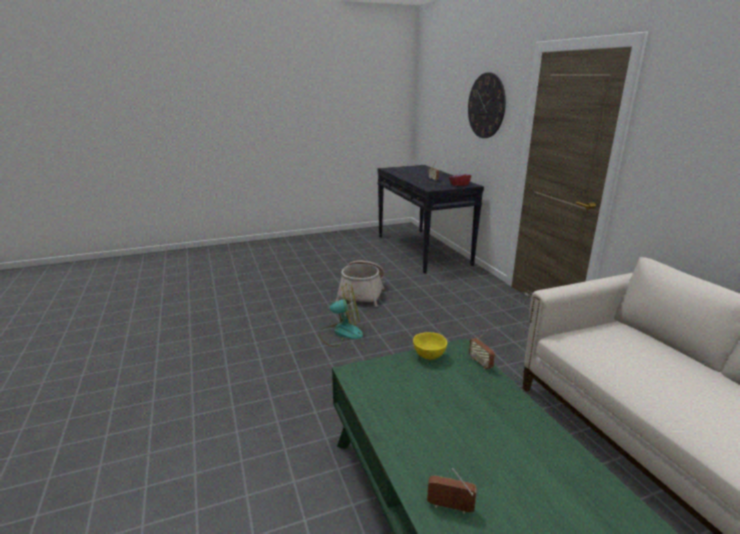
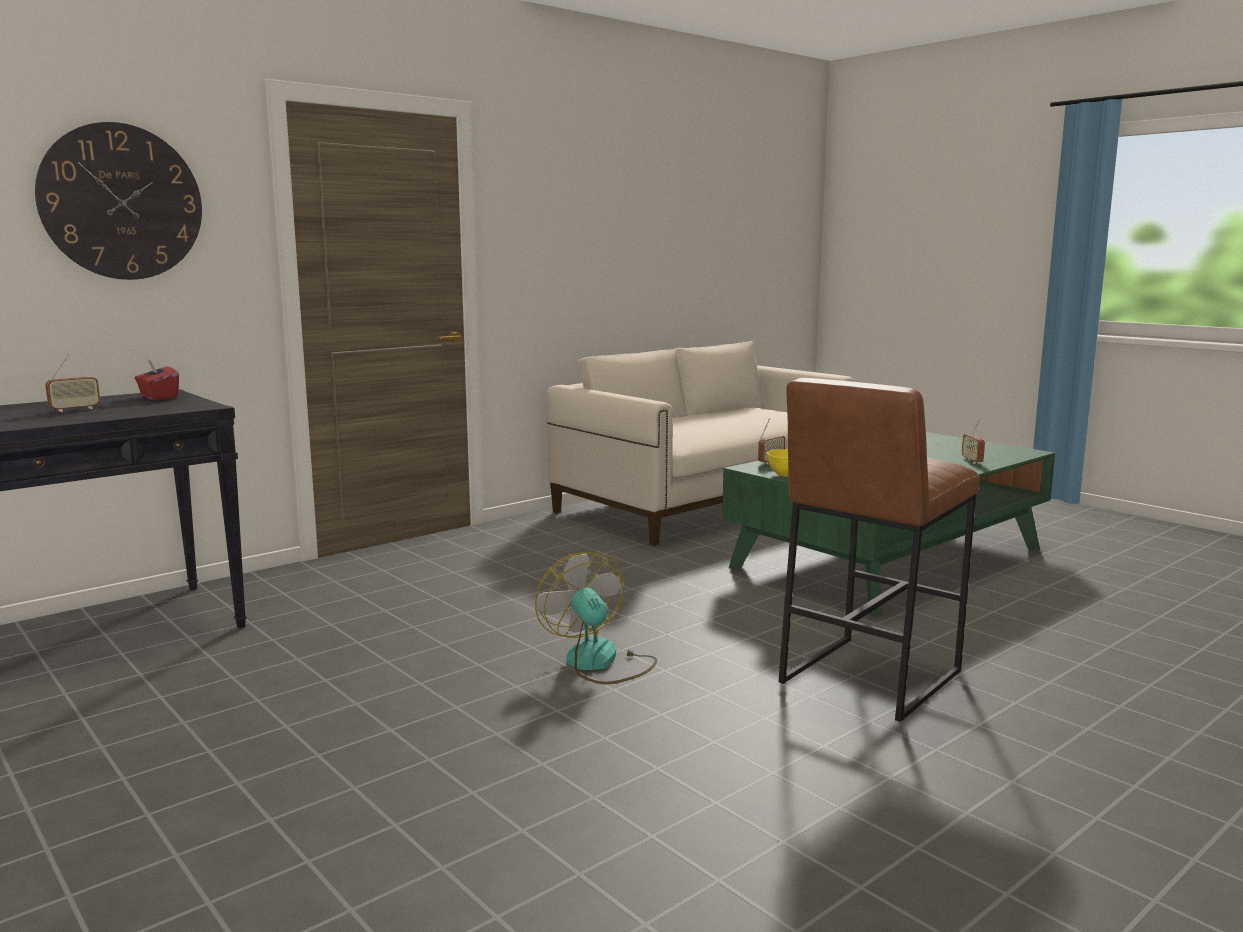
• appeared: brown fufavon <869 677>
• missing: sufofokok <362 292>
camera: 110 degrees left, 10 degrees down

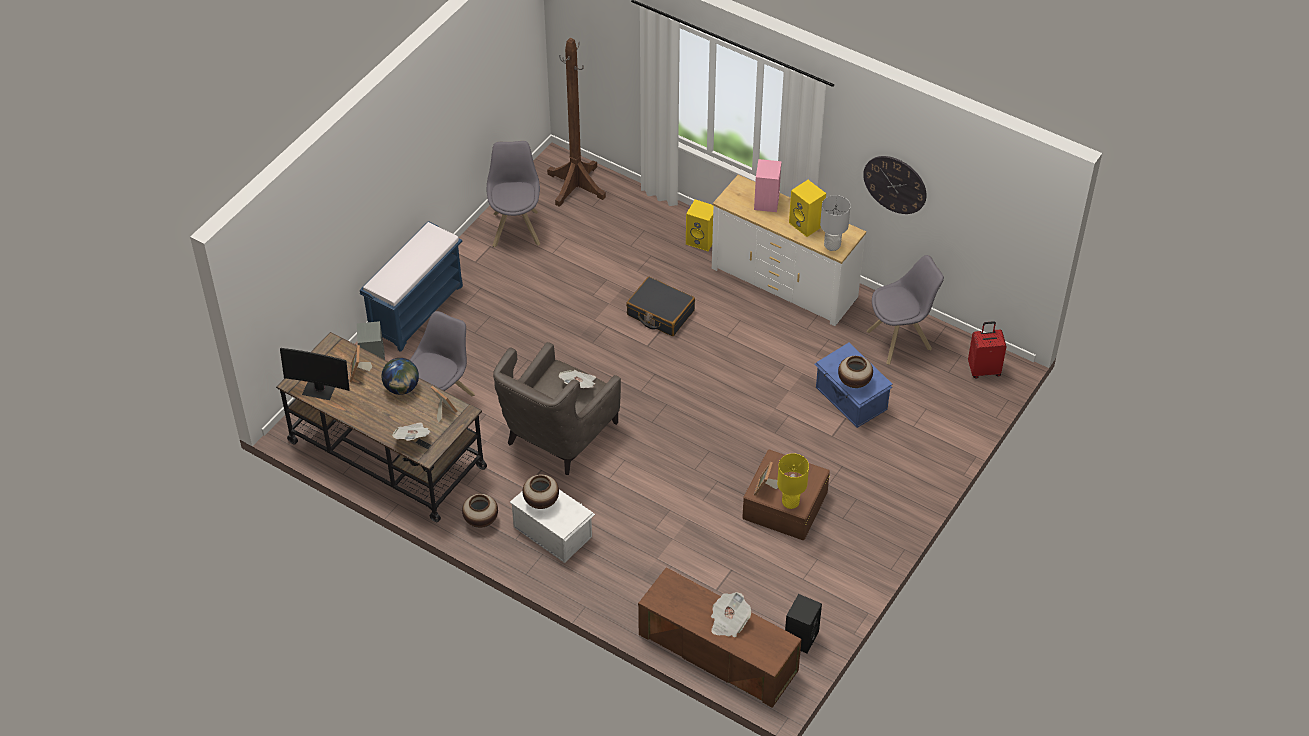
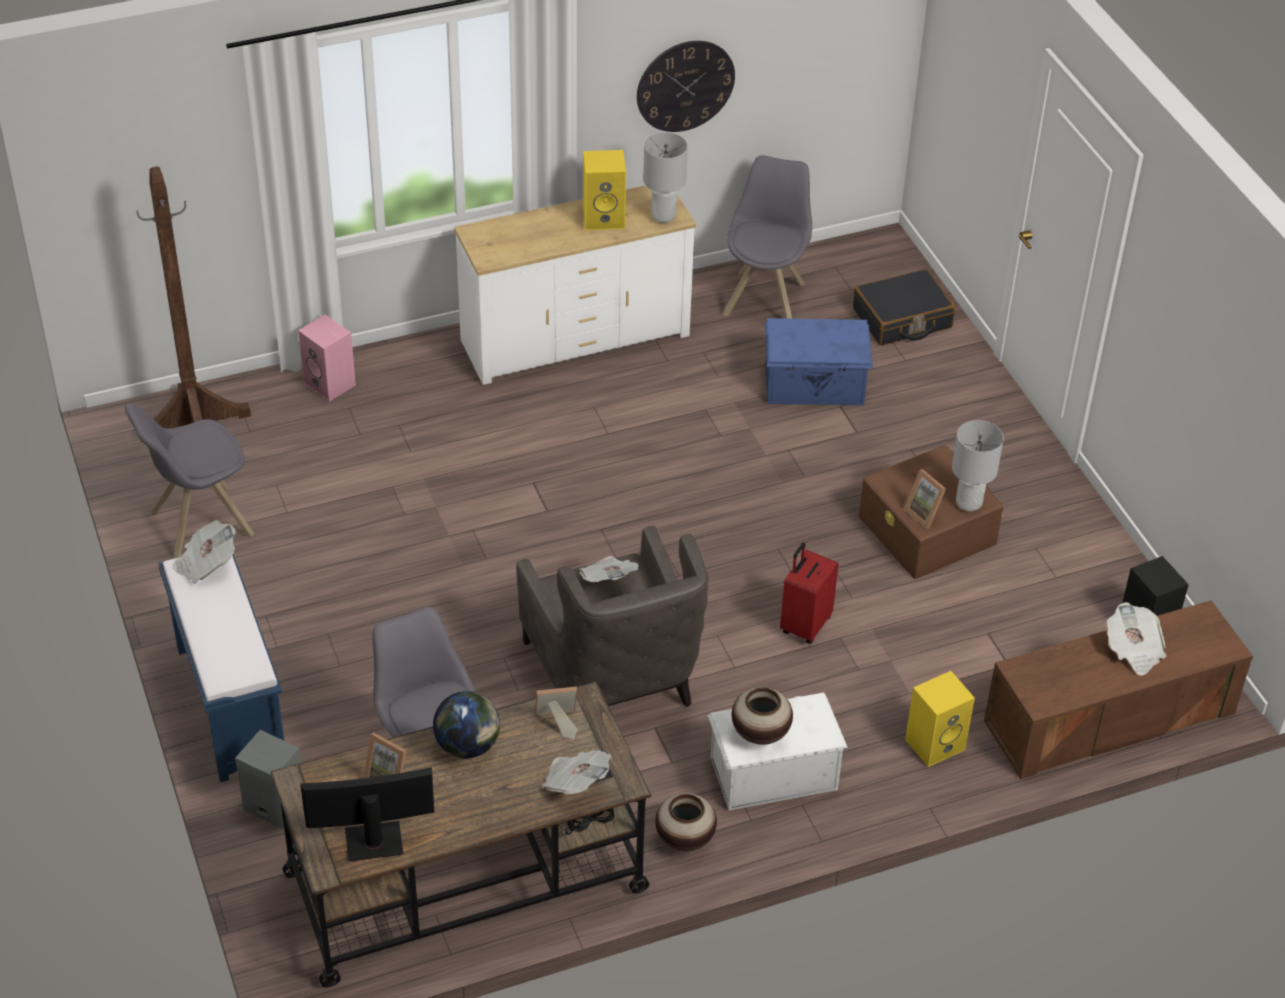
• spun: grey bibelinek <516 228> = <201 523> 60 degrees counterclockwise
• appeared: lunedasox <206 564>
• relocated: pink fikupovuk <767 202> to <331 384>
• spun: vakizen <319 389> = <373 842> 150 degrees counterclockwise
• relocated: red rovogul <984 369> to <804 625>
• relocated: black rovogul <660 313> to <902 319>
• relocated: yellow fikupovuk <702 240> to <935 743>
• colour: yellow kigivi <790 503> to grey kigivi <968 505>
• missing: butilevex <854 382>
camera: 55 degrees left, 5 degrees down

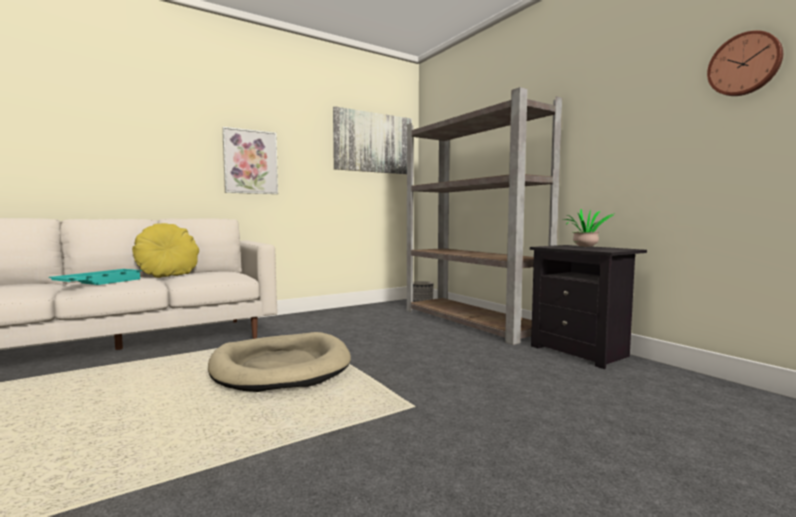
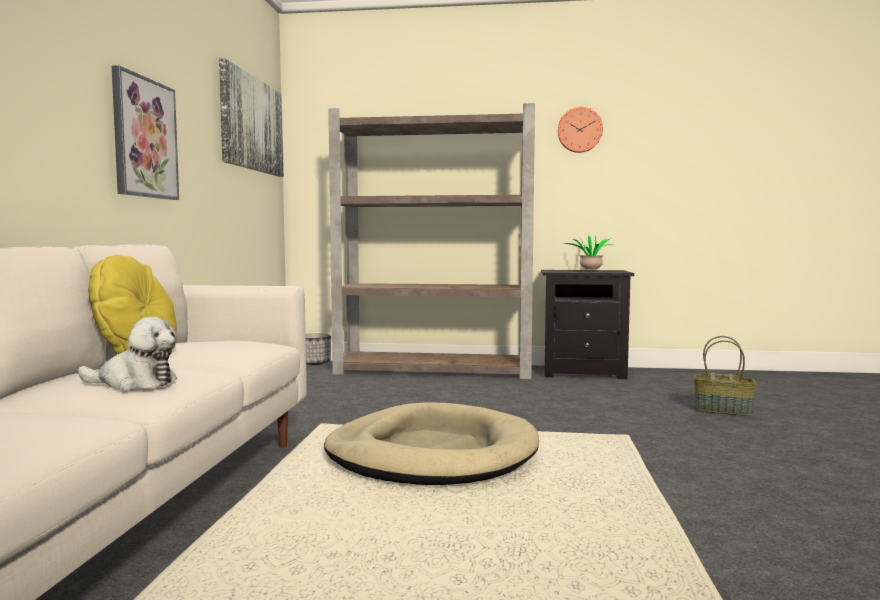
• exchanged: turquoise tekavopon <98 282> to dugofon <134 383>
• relocated: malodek <744 65> to <579 130>
• appeared: sufofokok <723 410>
camera: 50 degrees left, 0 degrees up

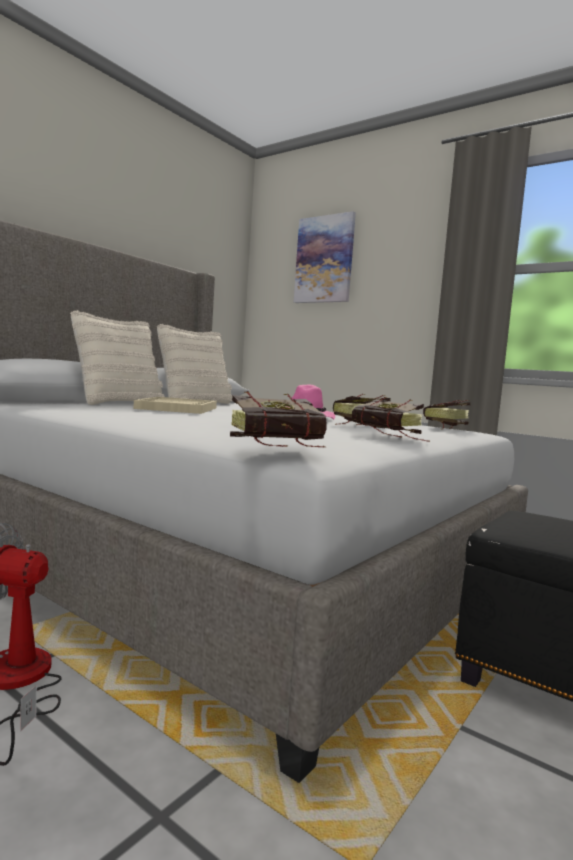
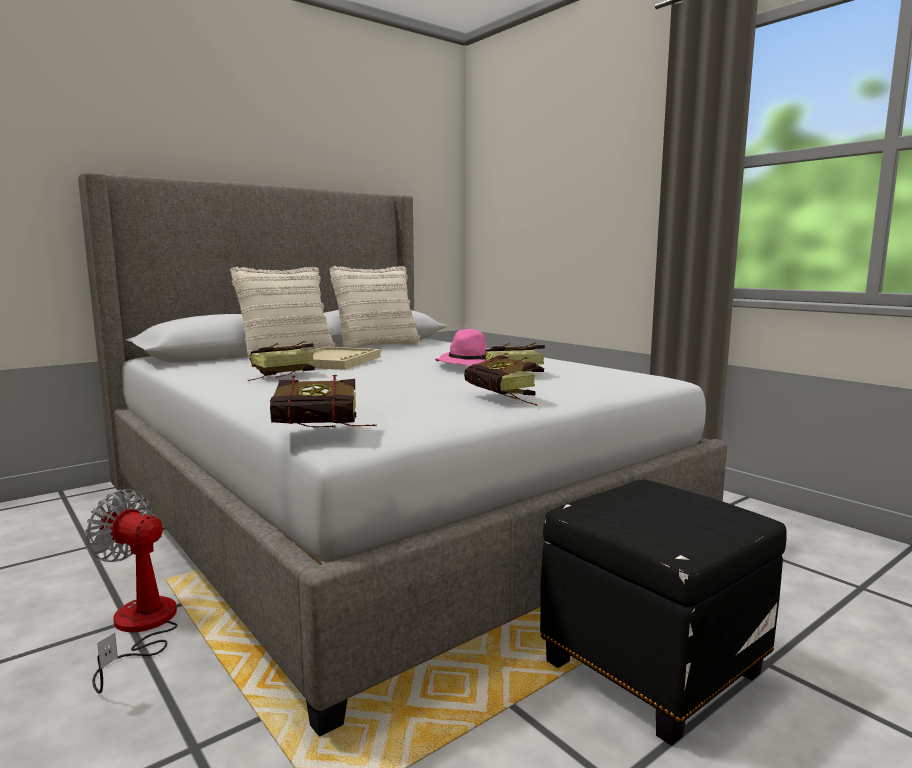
• relocated: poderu <443 428> to <277 376>
• missing: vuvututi <324 259>
camera: 15 degrees right, 5 degrees up

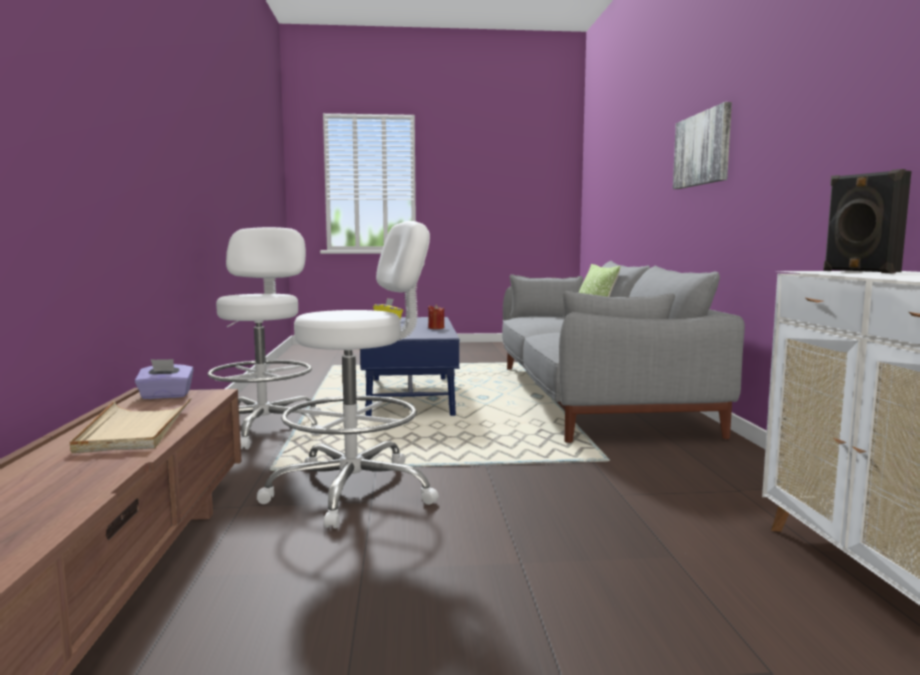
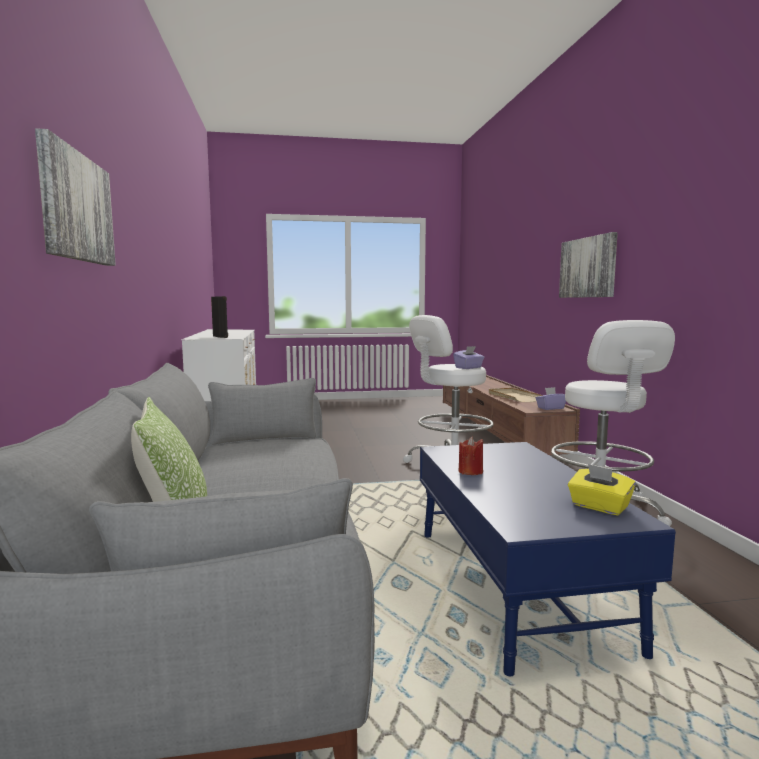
• appeared: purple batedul <468 368>
• appeared: vuvututi <588 267>
camera: 175 degrees right, 0 degrees up

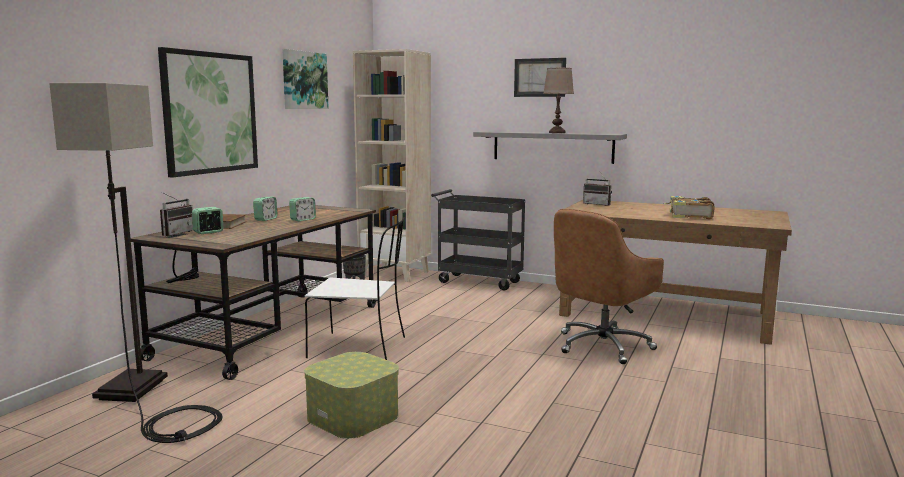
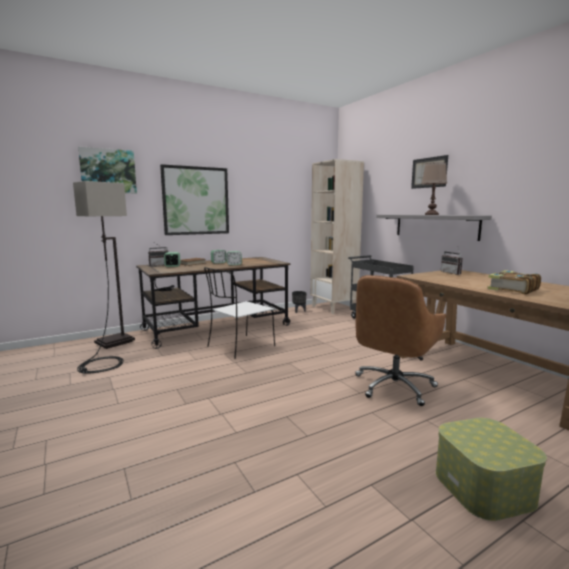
• relocated: vuvututi <304 80> to <108 171>
• spun: white bibelinek <360 348> = <240 347> 90 degrees clockwise
• spun: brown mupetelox <602 346> = <393 386> 45 degrees counterclockwise
• relocated: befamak <353 416> to <484 486>
camera: 35 degrees right, 0 degrees up

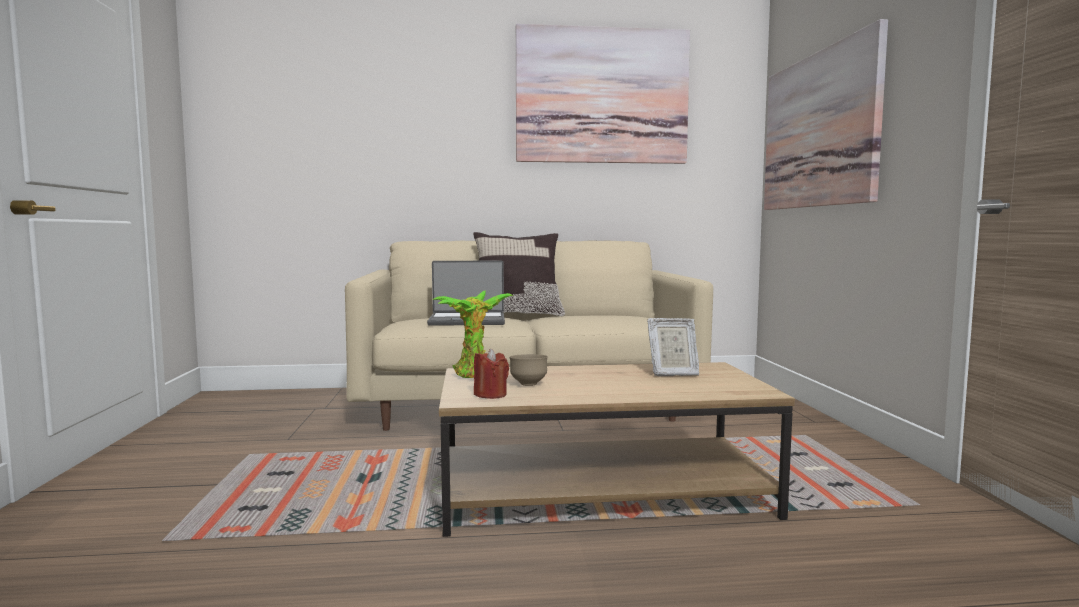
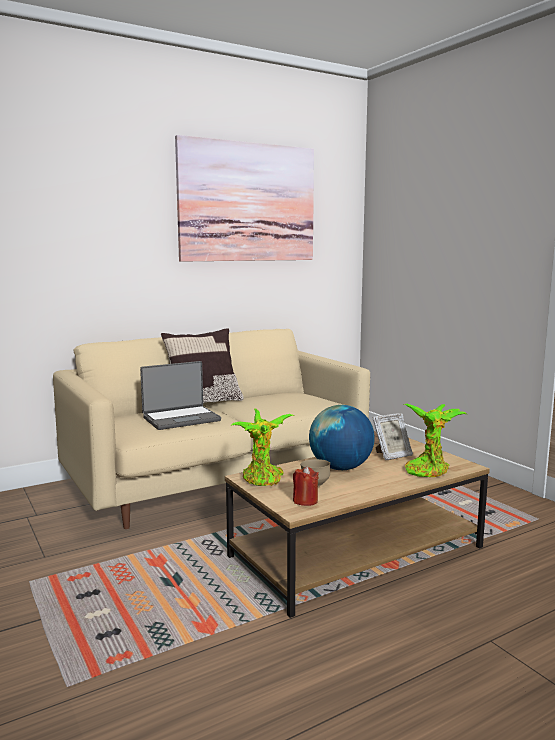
• appeared: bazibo <340 468>
• appeared: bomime <428 470>
• missing: vuvututi <819 130>
camera: 25 degrees left, 5 degrees up

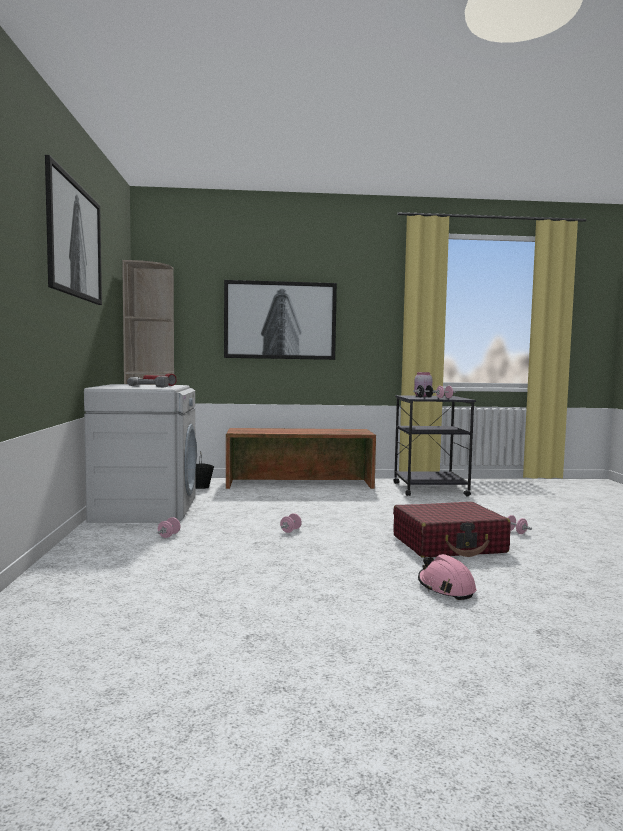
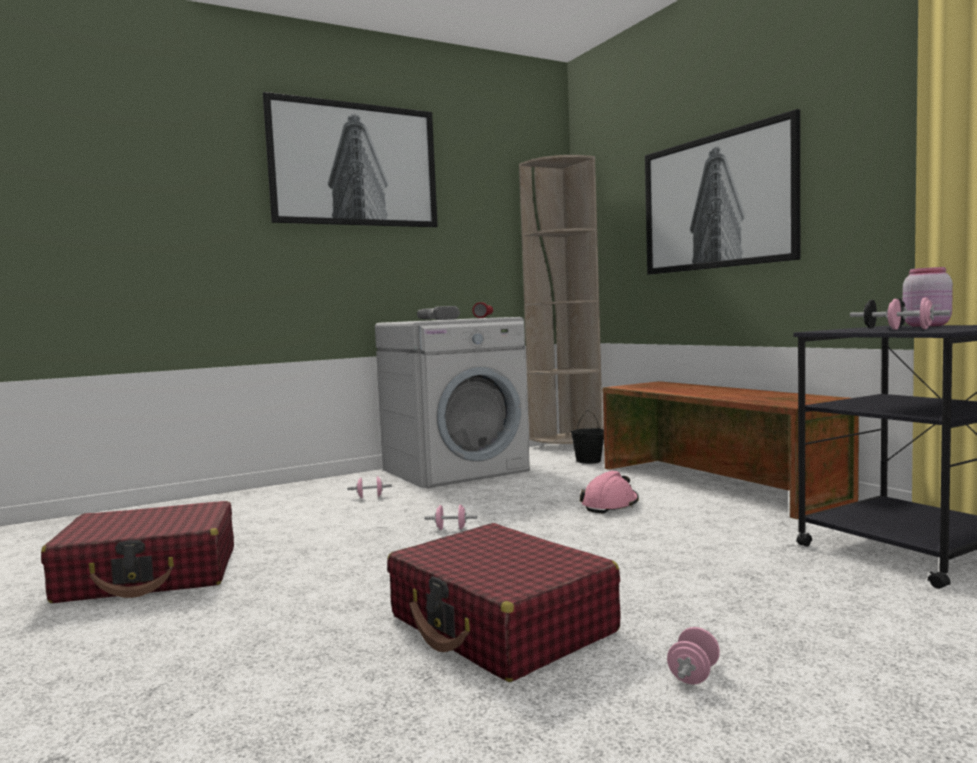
• appeared: red rovogul <150 575>
• relocated: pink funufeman <445 588> to <610 505>
camera: 65 degrees right, 0 degrees up

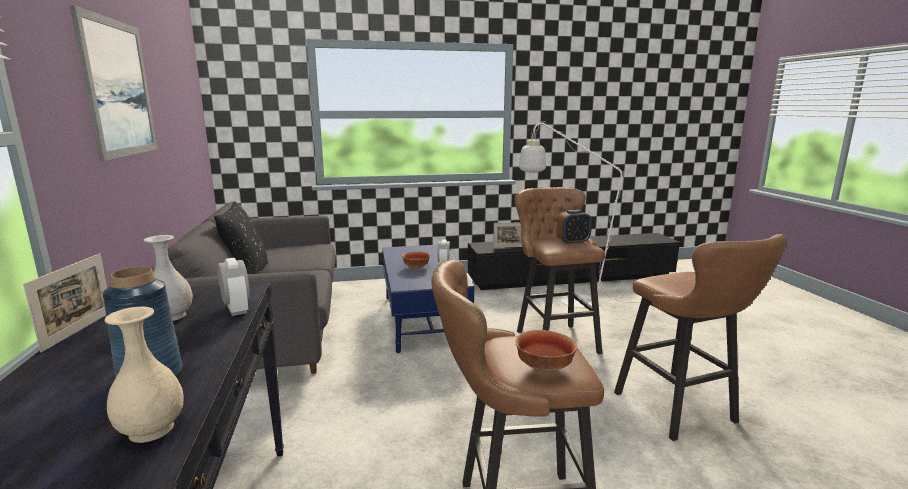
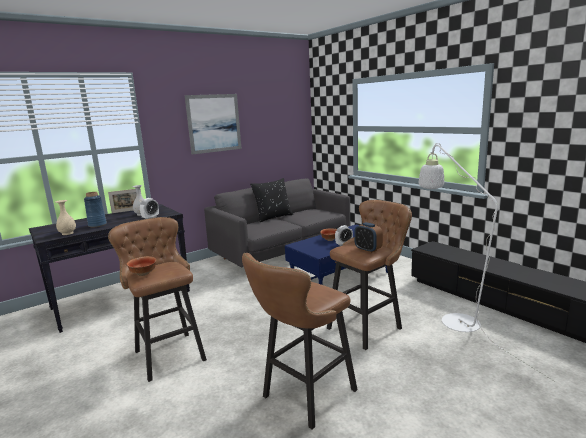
• missing: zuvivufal <510 247>
camera: 65 degrees right, 0 degrees up

